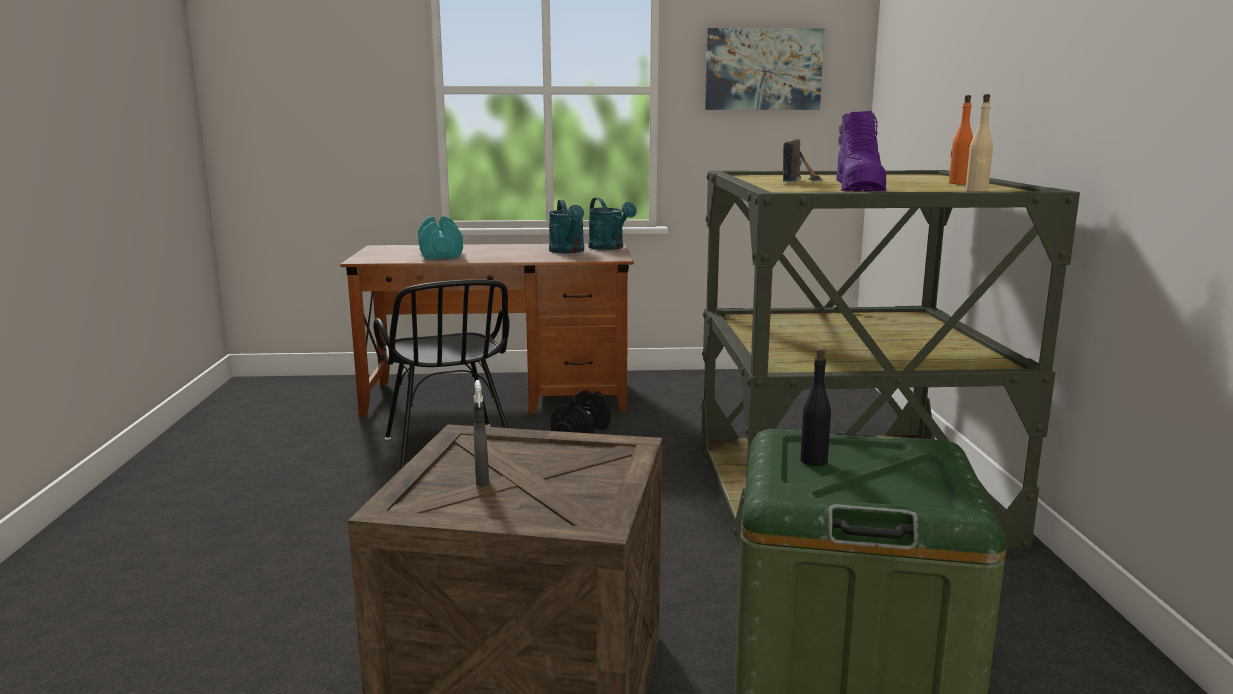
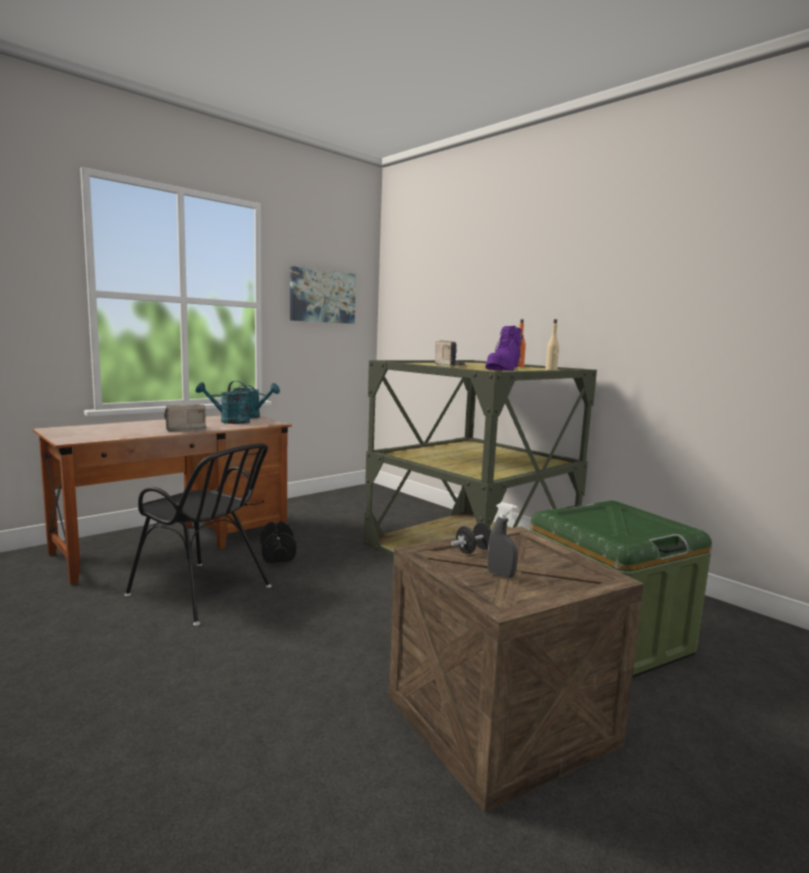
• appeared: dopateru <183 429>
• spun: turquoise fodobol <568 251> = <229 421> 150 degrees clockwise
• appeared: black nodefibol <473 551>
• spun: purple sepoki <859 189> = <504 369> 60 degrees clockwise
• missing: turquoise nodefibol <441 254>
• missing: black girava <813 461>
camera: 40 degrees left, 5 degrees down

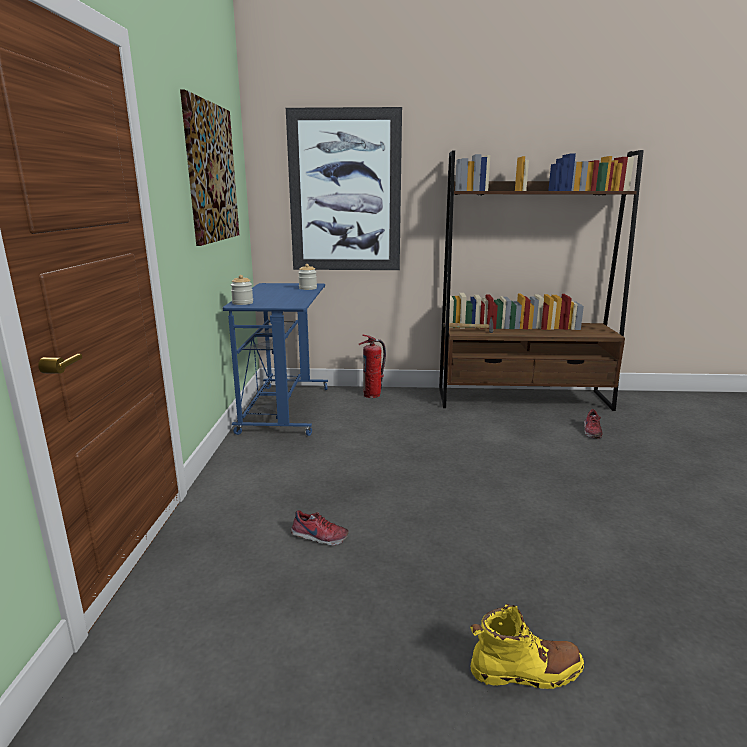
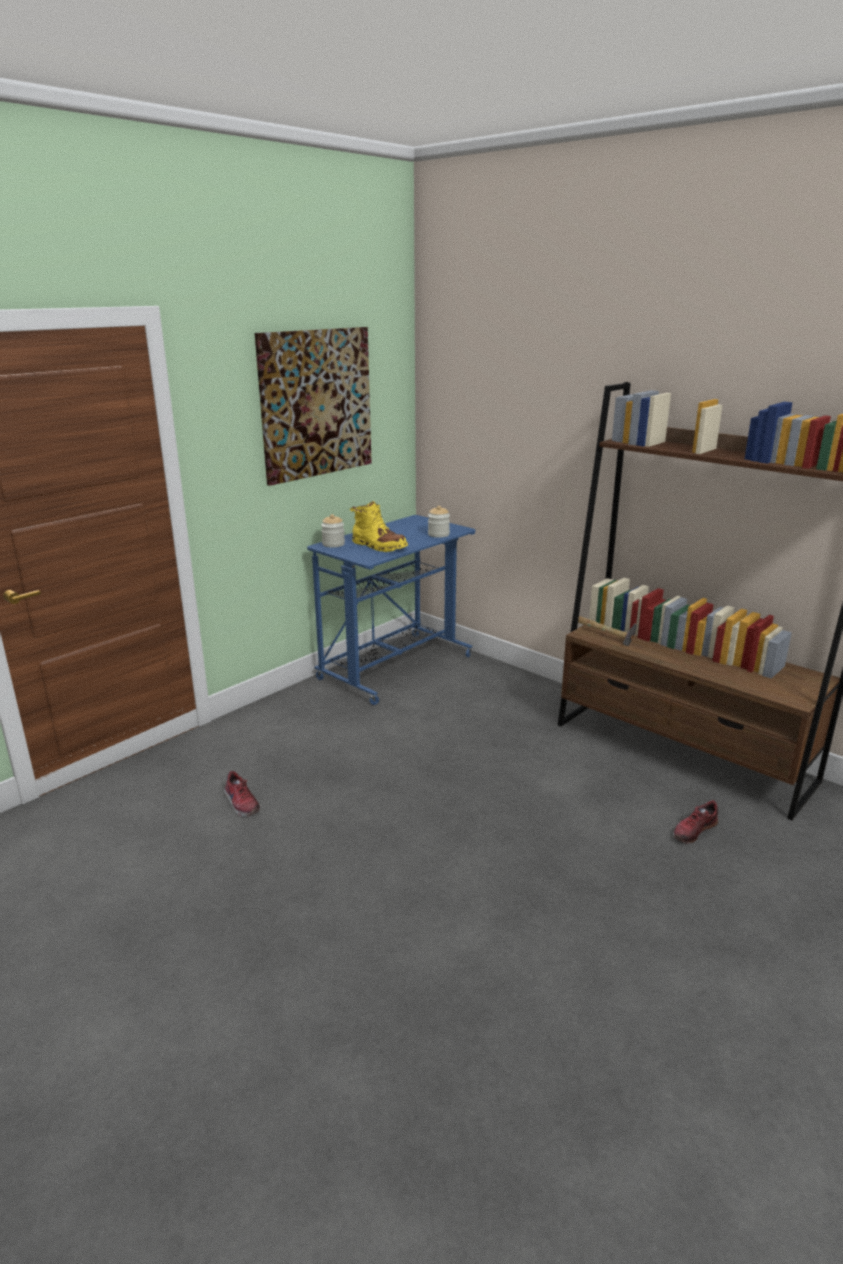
• relocated: yellow sepoki <526 671> to <379 546>
• missing: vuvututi <345 192>
• missing: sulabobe <372 395>
camera: 40 degrees right, 5 degrees up

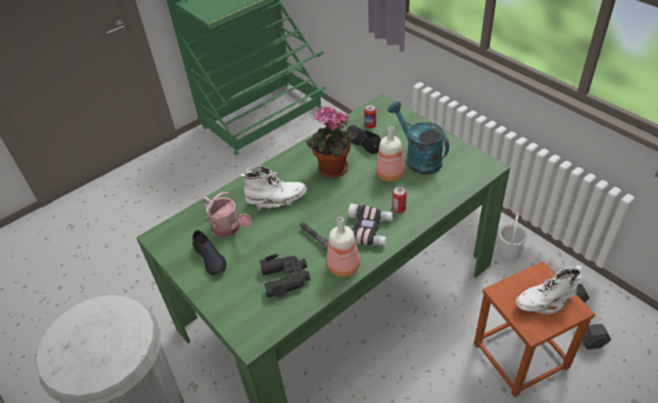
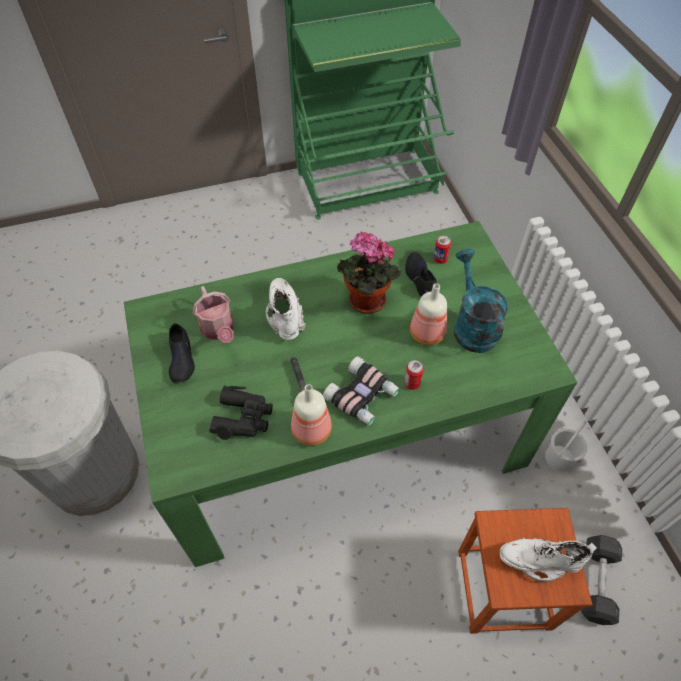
• spun: white sepoki <276 200> = <285 316> 120 degrees counterclockwise
camera: 20 degrees right, 10 degrees up

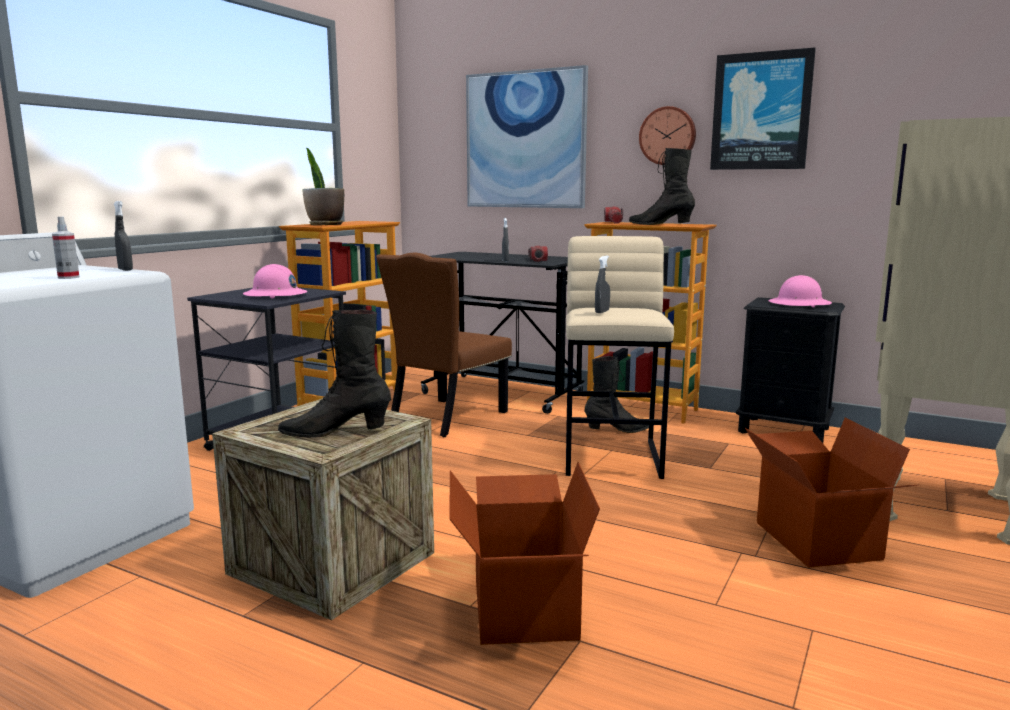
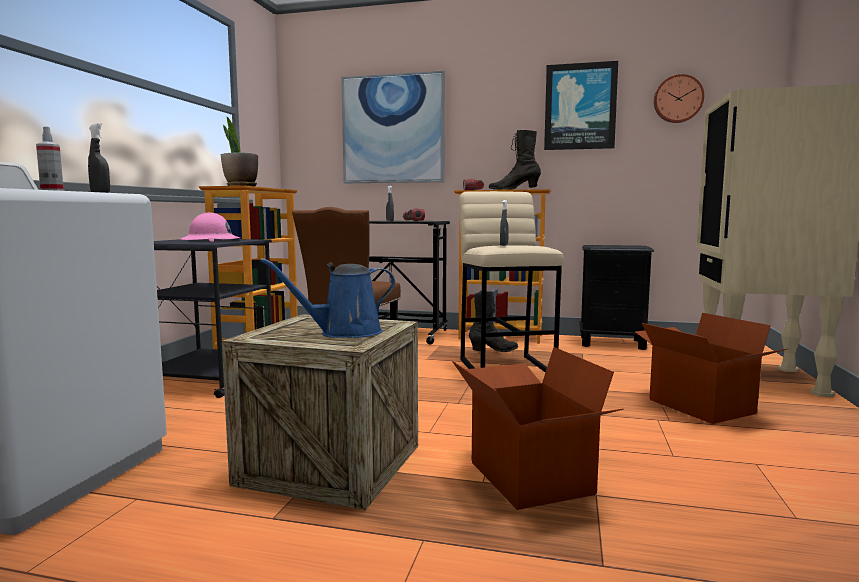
• exchanged: black sepoki <335 432> to blue fodobol <344 333>
• relocated: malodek <668 136> to <678 99>
• missing: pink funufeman <799 304>
camera: 15 degrees left, 5 degrees down

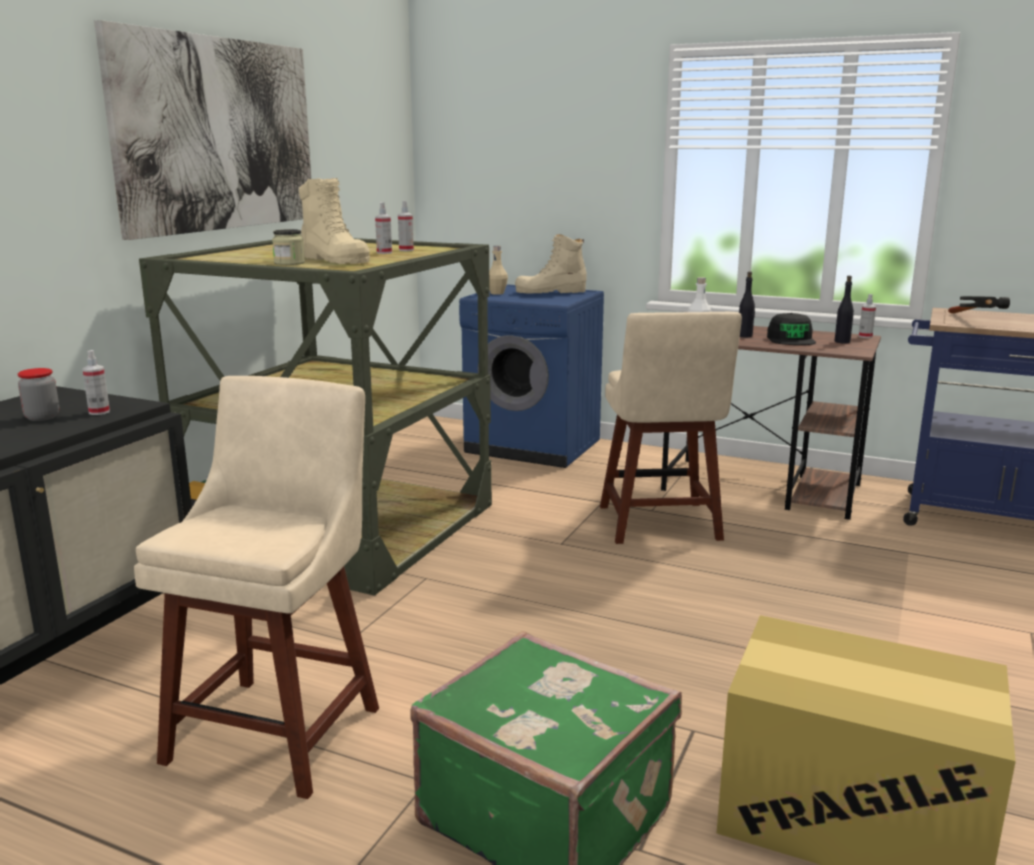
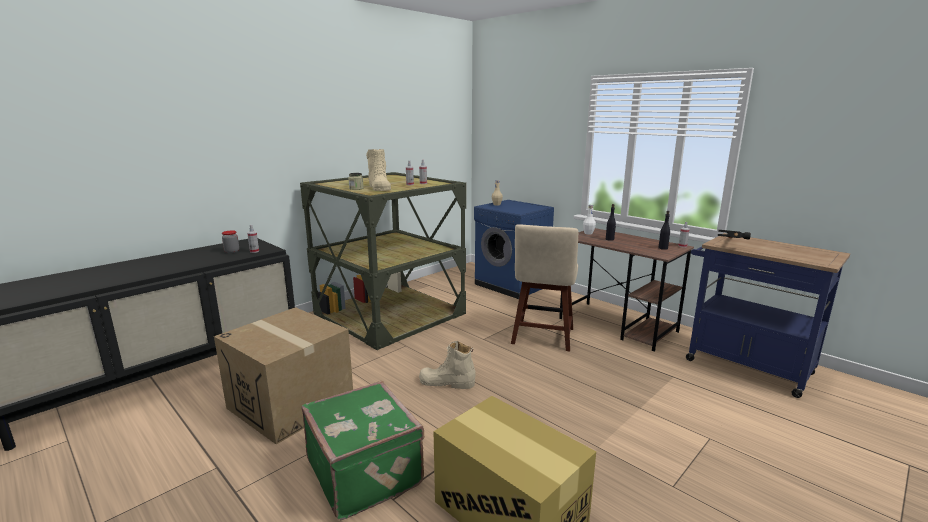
• exchanged: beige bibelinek <280 728> to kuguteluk <291 403>
• relocated: beige sepoki <550 292> to <447 382>
• missing: vuvututi <218 134>
• missing: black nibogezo <791 339>
camera: 20 degrees right, 0 degrees up

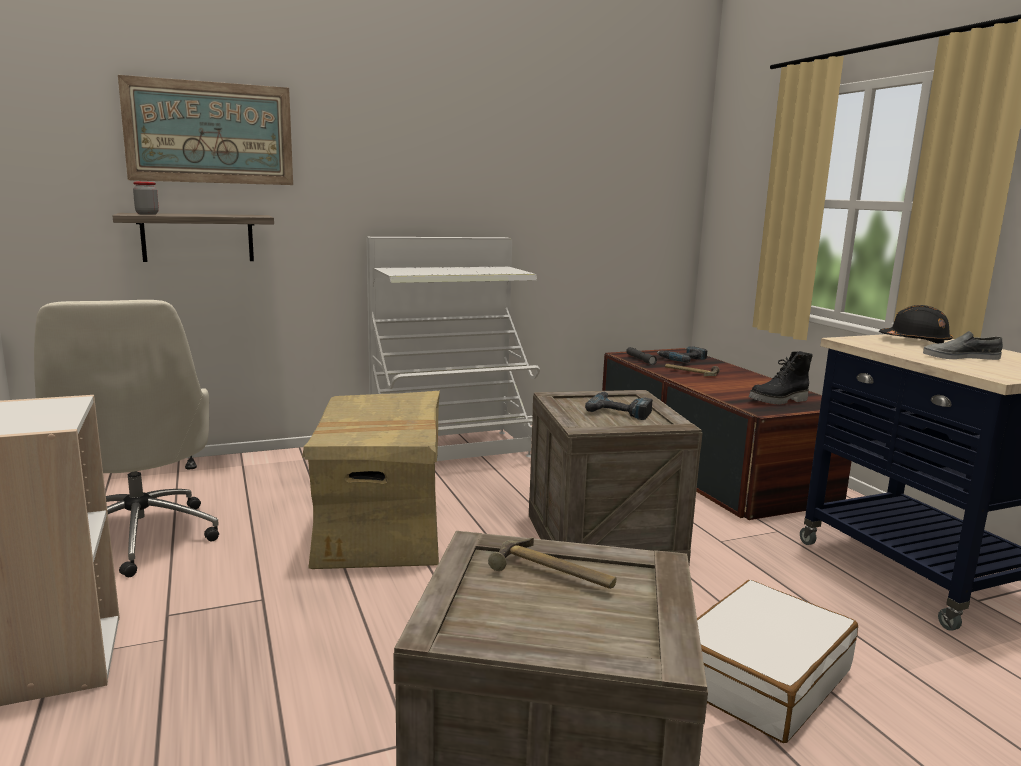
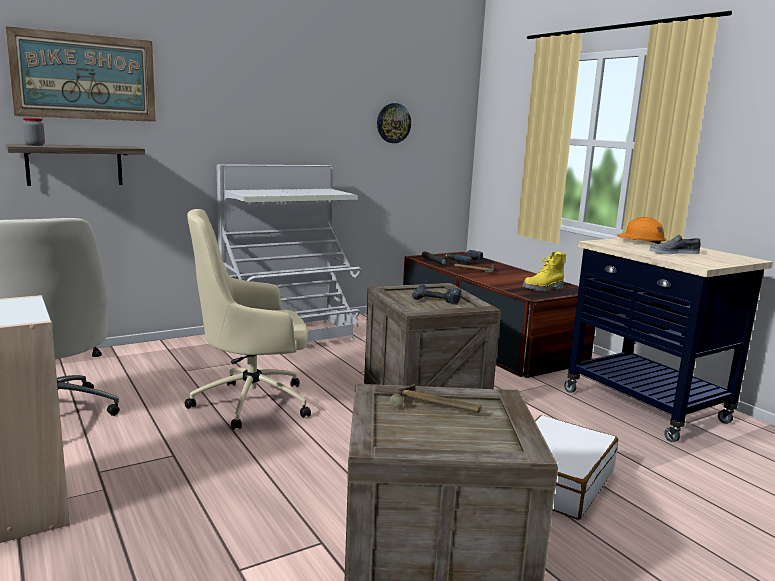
• exchanged: kuguteluk <379 536> to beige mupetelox <251 404>
• appeared: malodek <393 123>
• colour: black sepoki <779 401> to yellow sepoki <543 289>
• colour: black funufeman <915 341> to orange funufeman <641 242>
camera: 10 degrees left, 0 degrees up

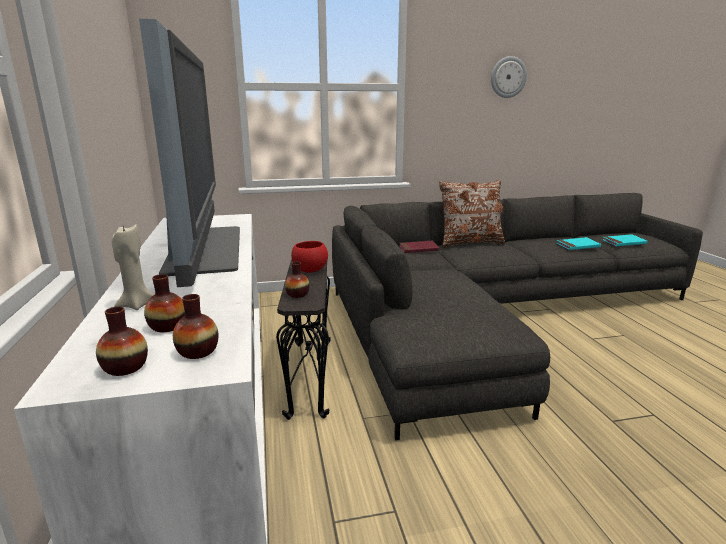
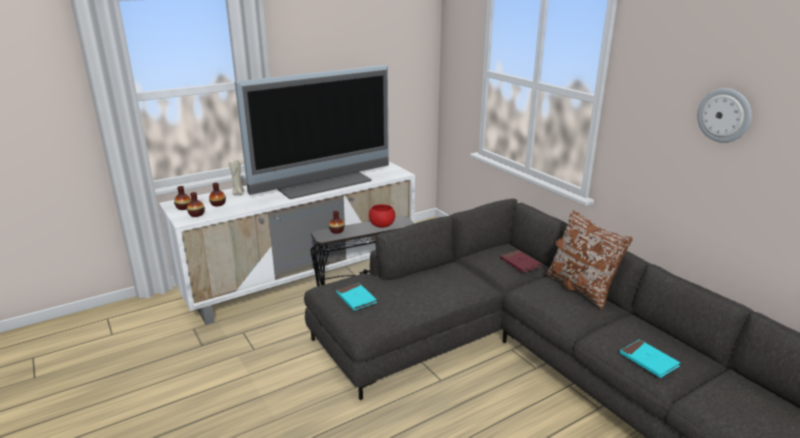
• relocated: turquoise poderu <624 242> to <356 298>
camera: 70 degrees right, 5 degrees up

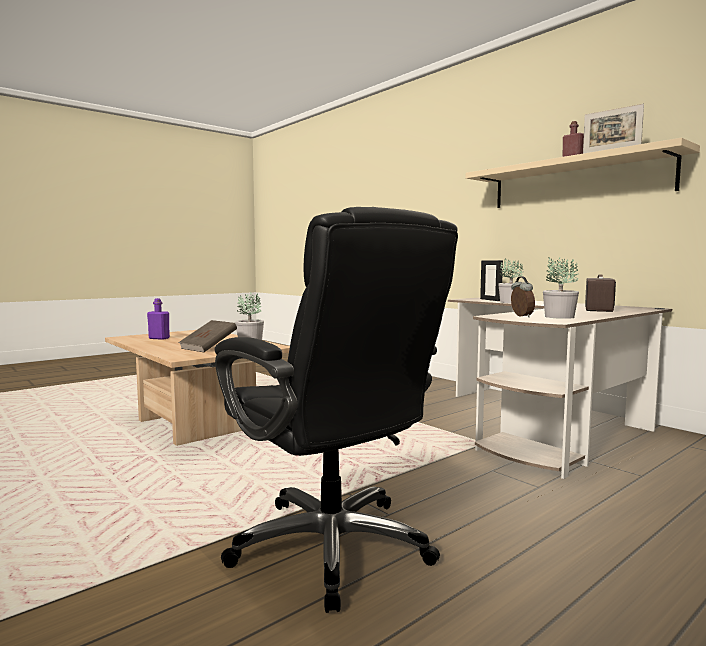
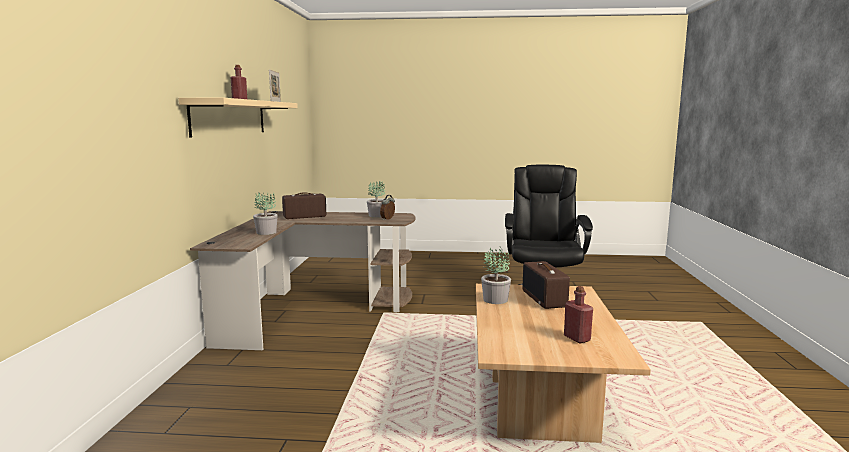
• exchanged: brown poderu <208 348> to dopateru <545 299>
• colour: purple girava <159 338> to red girava <577 338>
• missing: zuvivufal <491 300>
camera: 135 degrees left, 5 degrees up

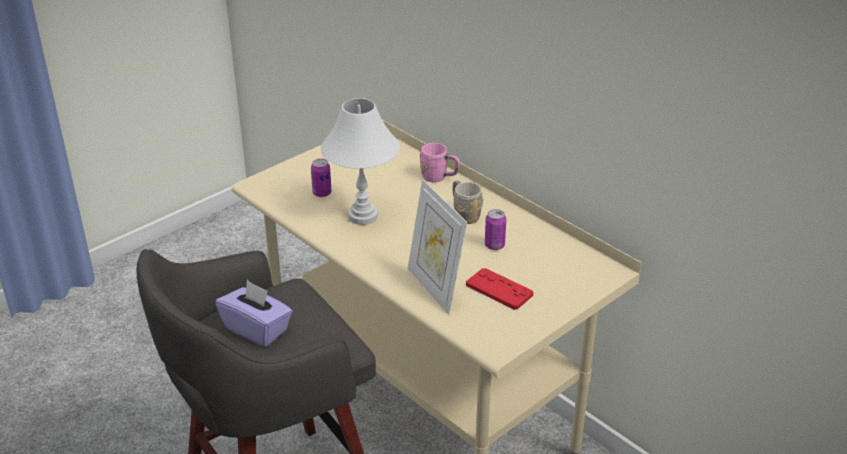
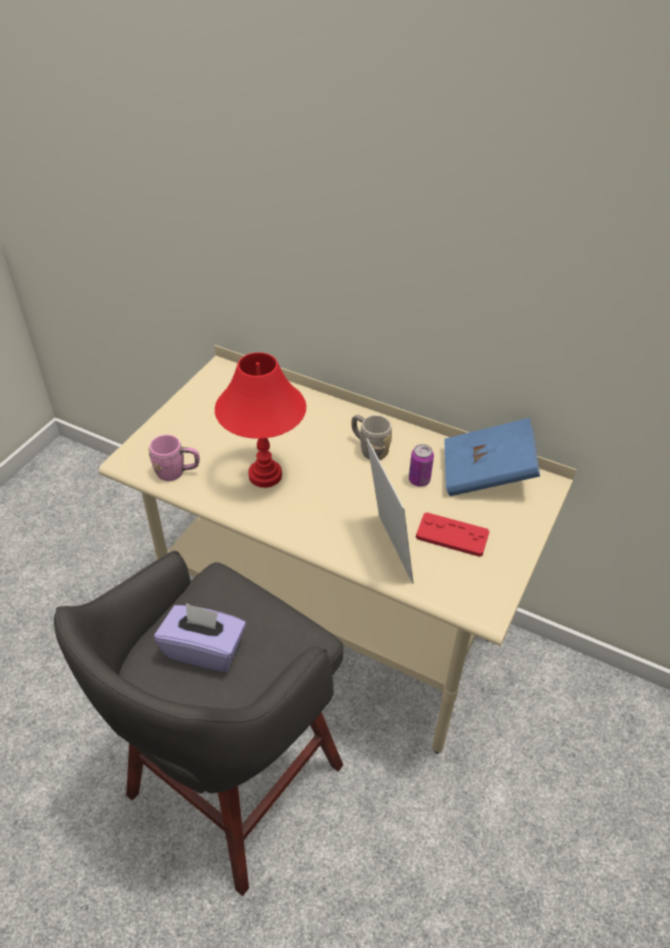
• relocated: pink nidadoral <439 178> to <177 472>
• colour: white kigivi <363 215> to red kigivi <265 475>
• spun: zuvivufal <435 288> = <386 550> 150 degrees counterclockwise
• appeared: blue poderu <486 475>
• missing: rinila <322 193>
camera: 20 degrees left, 10 degrees up

